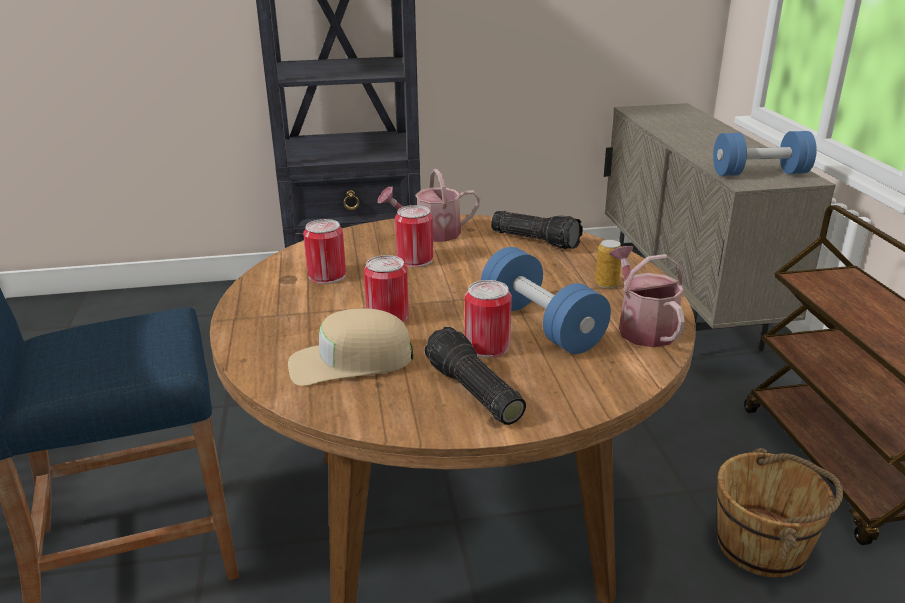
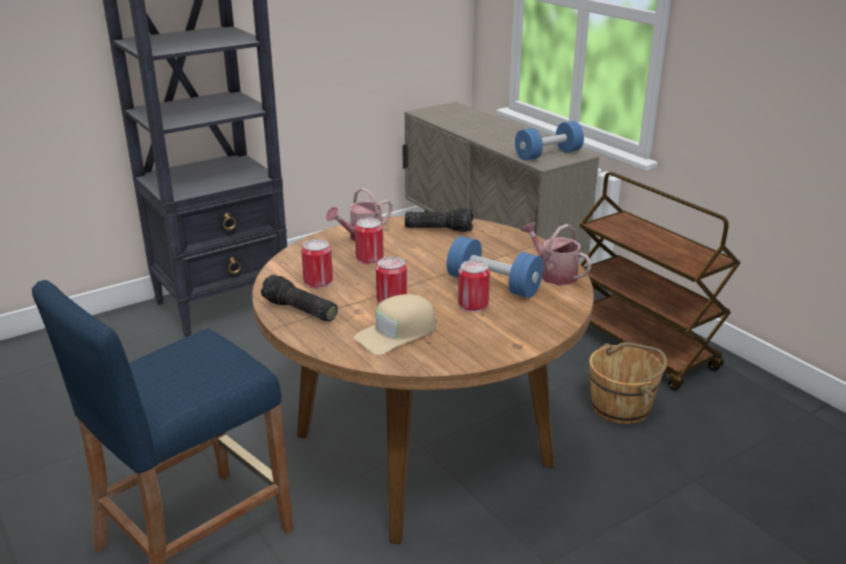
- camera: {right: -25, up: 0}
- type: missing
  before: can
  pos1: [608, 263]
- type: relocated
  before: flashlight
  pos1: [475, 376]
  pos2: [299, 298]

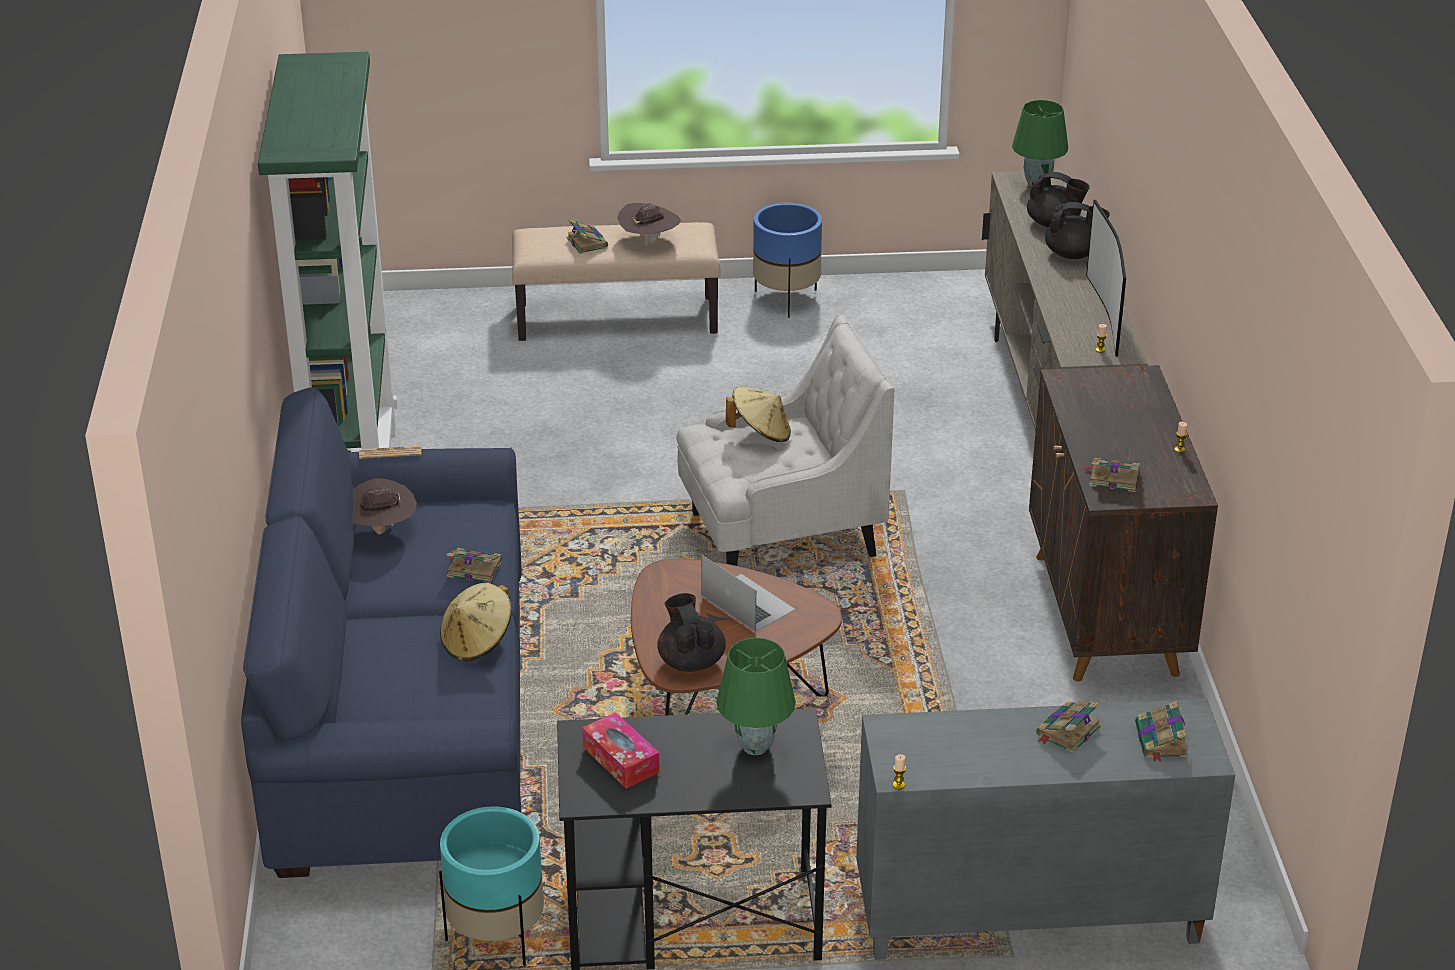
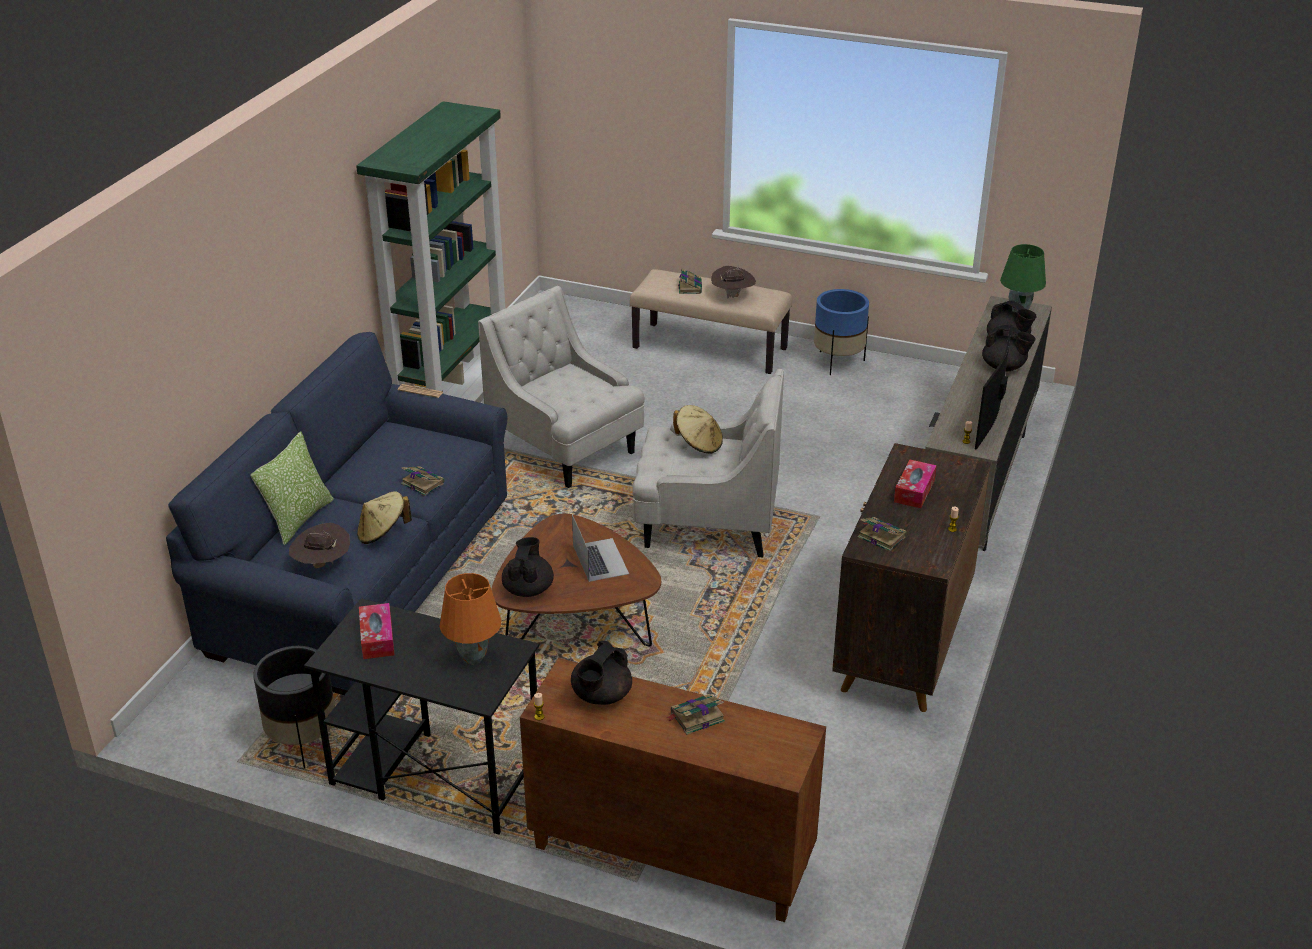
- camera: {right: 25, up: 0}
- type: missing
  before: book
  pos1: [1161, 731]
- type: appeared
  after: pillow
  pos2: [292, 488]
- type: appeared
  after: armchair (white)
  pos2: [561, 387]
- type: appeared
  after: teapot (black)
  pos2: [601, 673]
- type: appeared
  after: tissue box
  pos2: [915, 484]
- type: relocated
  before: hat (brown)
  pos1: [384, 506]
  pos2: [319, 545]
- type: colour
  before: planter (turquoise)
  after: planter (black)
  pos1: [491, 886]
  pos2: [294, 707]
- type: colour
  before: table lamp (green)
  after: table lamp (orange)
  pos1: [756, 696]
  pos2: [471, 618]
- type: colour
  before: cabinet (grey)
  after: cabinet (brown)
  pos1: [1045, 829]
  pos2: [673, 790]

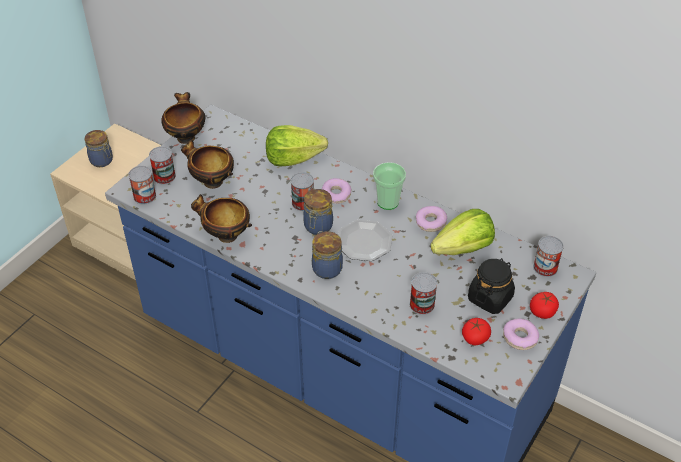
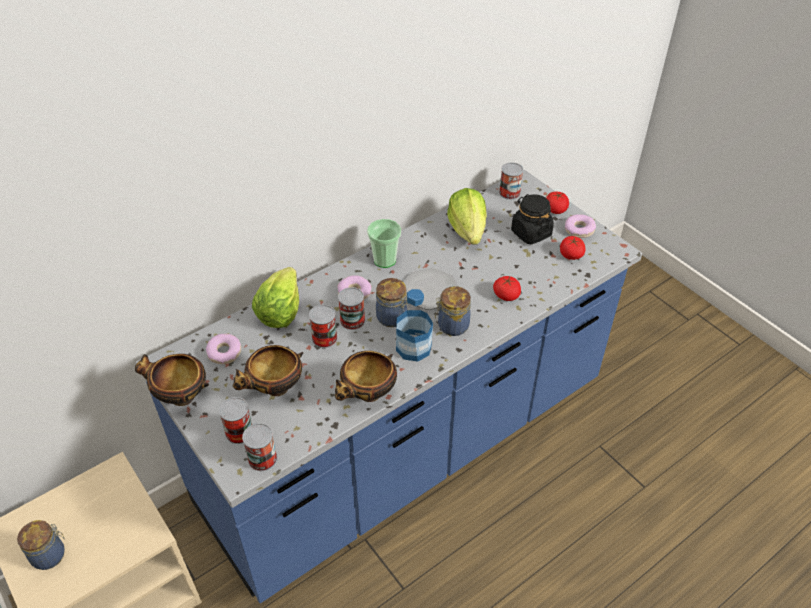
- camera: {right: -70, up: 0}
- type: appeared
  after: bottle
  pos2: [414, 325]
- type: appeared
  after: tomato
  pos2: [507, 288]
- type: relocated
  before: can
  pos1: [423, 293]
  pos2: [323, 326]
- type: relocated
  before: donut
  pos1: [431, 219]
  pos2: [223, 349]

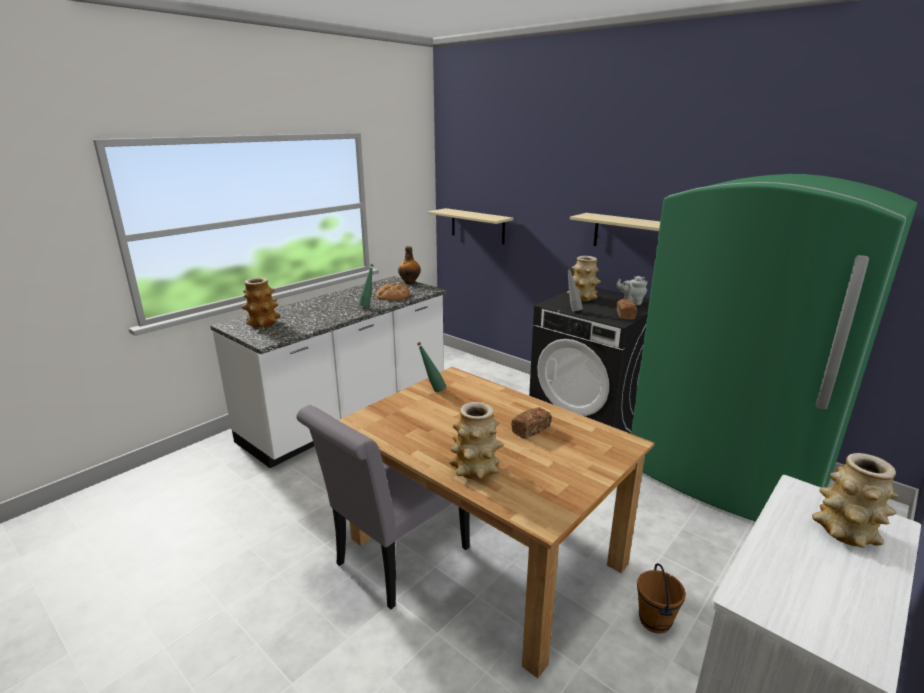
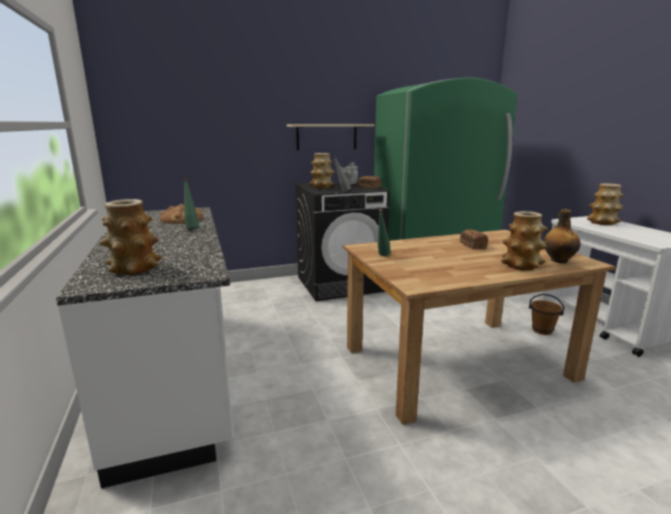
- camera: {right: -60, up: -5}
- type: missing
  before: chair (grey)
  pos1: [383, 508]
- type: missing
  before: shelf (beige)
  pos1: [471, 226]
- type: relocated
  before: bottle
  pos1: [409, 265]
  pos2: [561, 236]

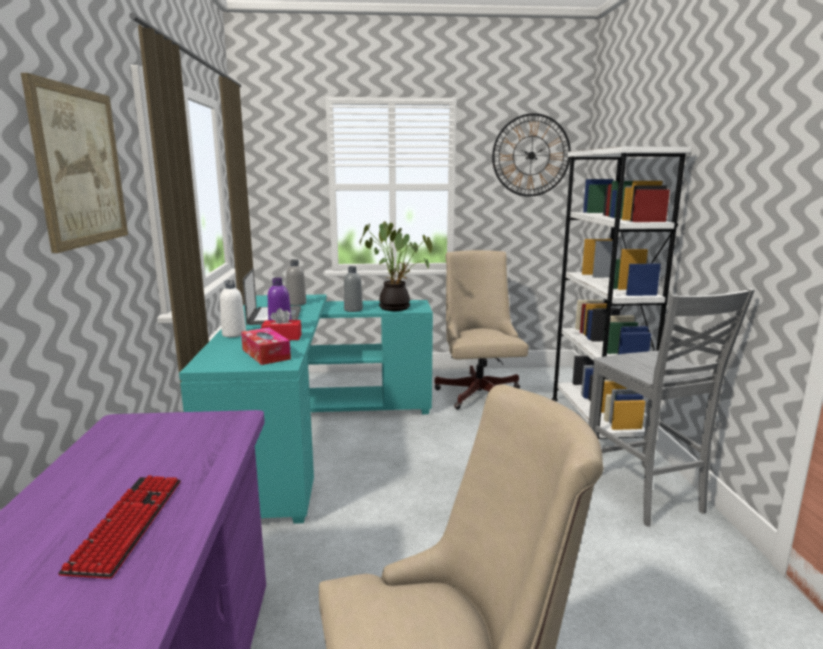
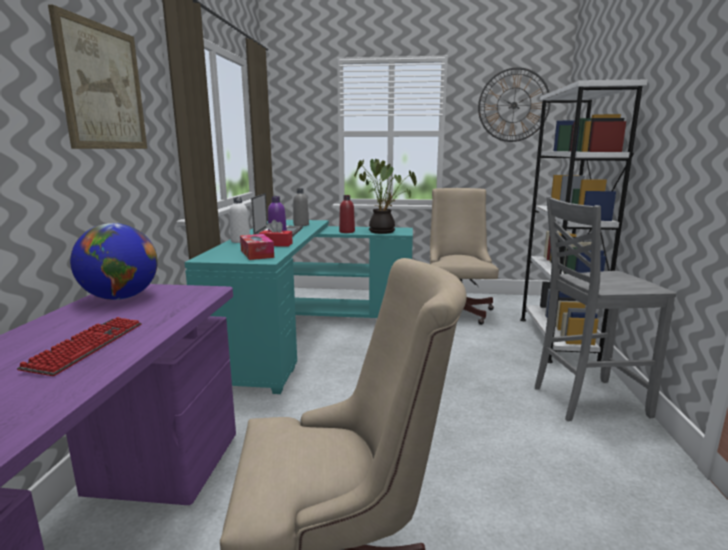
- camera: {right: 10, up: 0}
- type: appeared
  after: globe
  pos2: [114, 261]
- type: colour
  before: bottle (grey)
  after: bottle (red)
  pos1: [353, 289]
  pos2: [347, 214]
- type: spun
  before: chair (grey)
  pos1: [672, 407]
  pos2: [605, 309]
  turn: 90

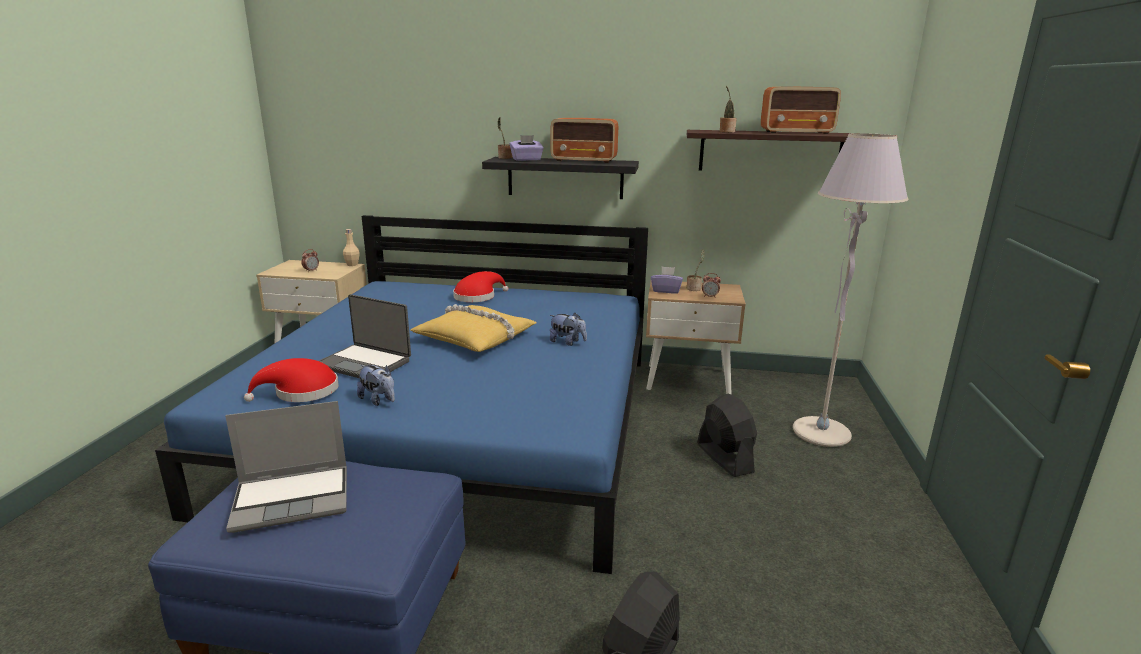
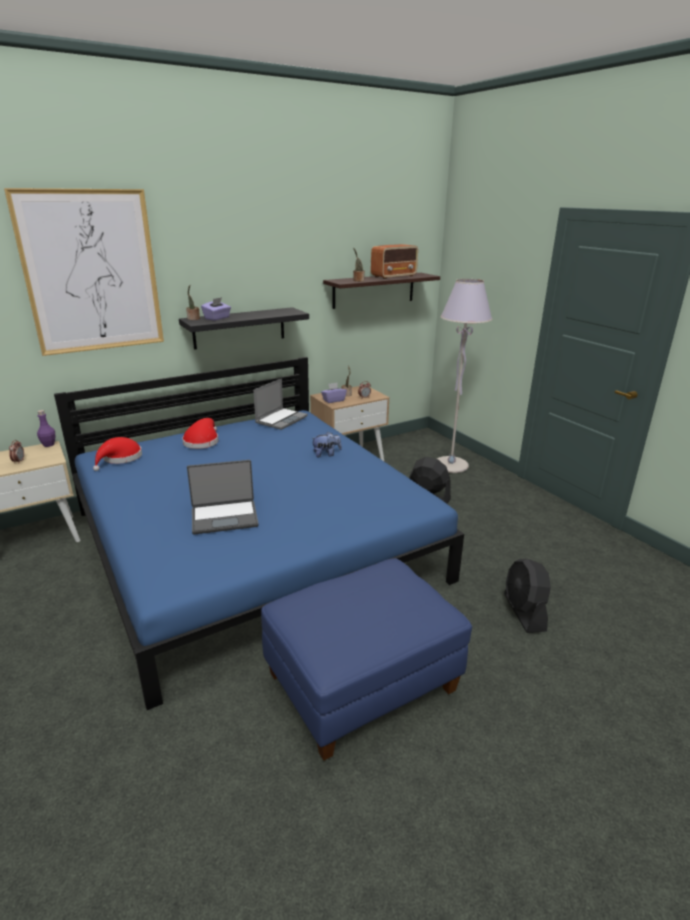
- camera: {right: -40, up: 5}
- type: missing
  before: plush toy
  pos1: [376, 385]
- type: missing
  before: pillow (yellow)
  pos1: [474, 328]
- type: missing
  before: radio
  pos1: [584, 140]
- type: appeared
  after: picture
  pos2: [84, 272]
- type: relocated
  before: laptop
  pos1: [286, 467]
  pos2: [280, 404]
- type: relocated
  before: hat (red)
  pos1: [291, 380]
  pos2: [117, 454]
- type: colour
  before: bottle (beige)
  after: bottle (purple)
  pos1: [351, 247]
  pos2: [46, 428]

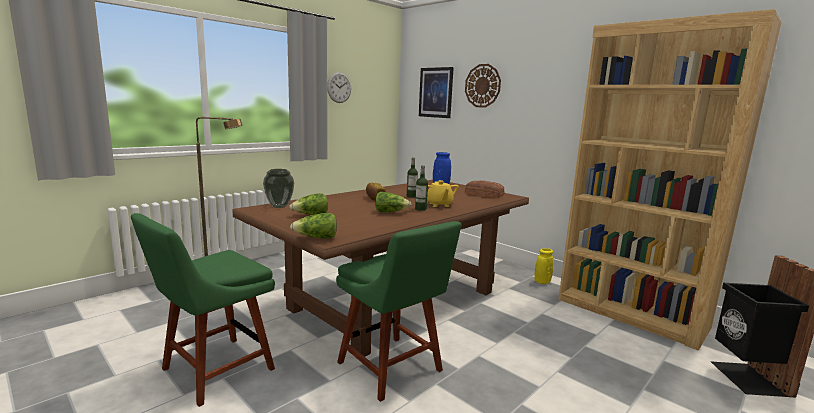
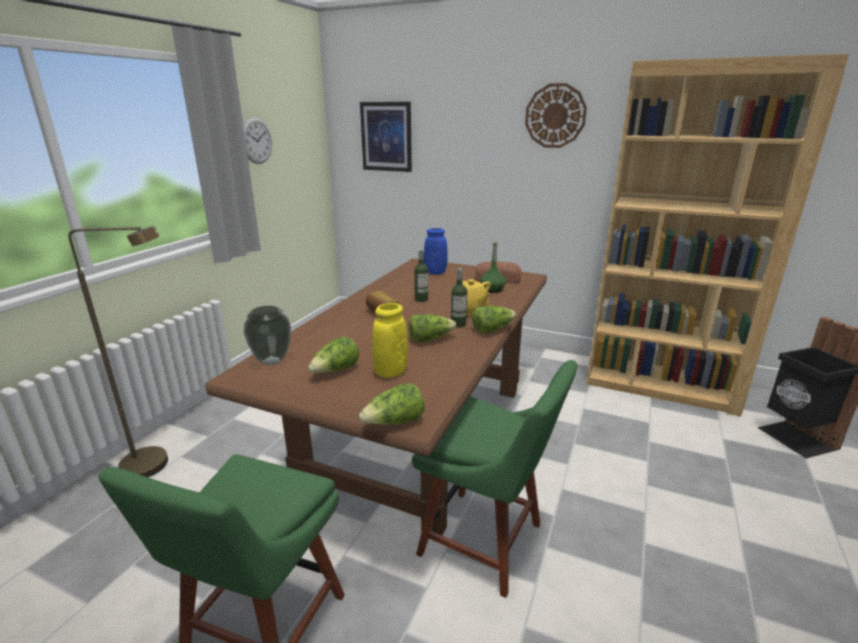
- camera: {right: -20, up: 10}
- type: appeared
  after: lettuce
  pos2: [494, 319]
- type: appeared
  after: bottle (green)
  pos2: [493, 267]
- type: relocated
  before: wall clock
  pos1: [483, 86]
  pos2: [556, 115]
- type: relocated
  before: vase (yellow)
  pos1: [544, 266]
  pos2: [390, 340]

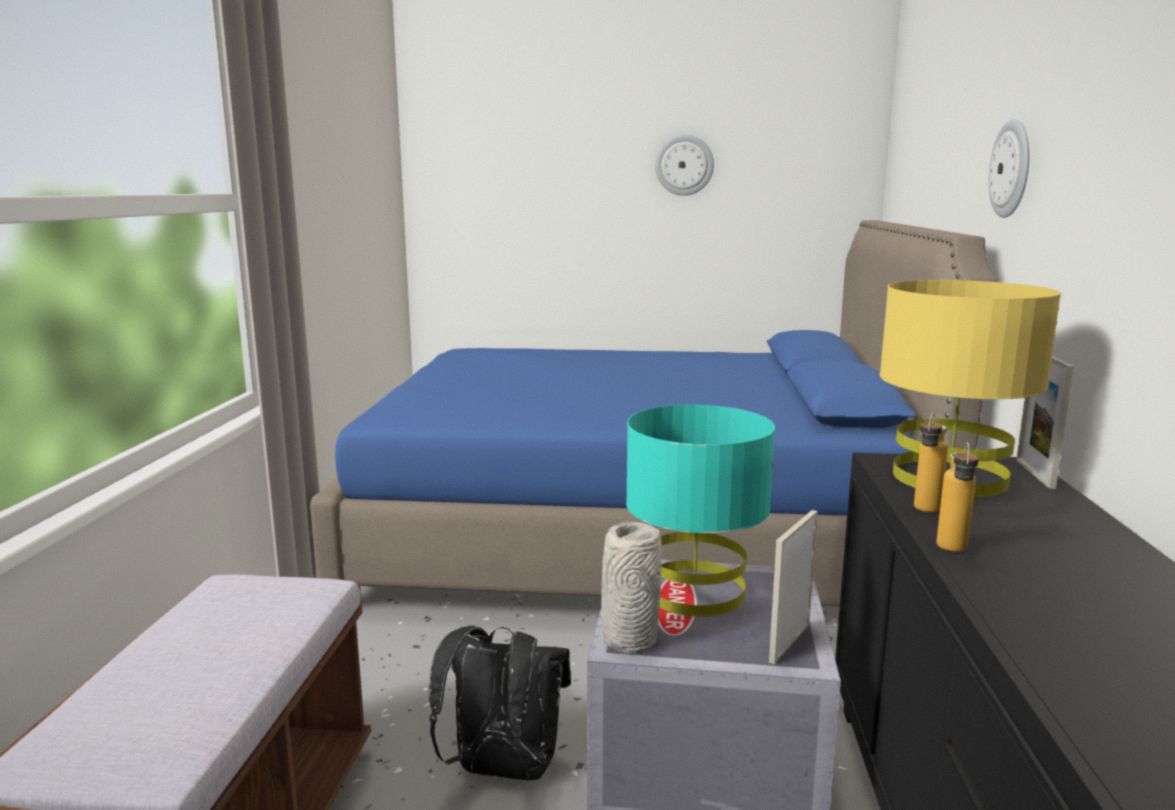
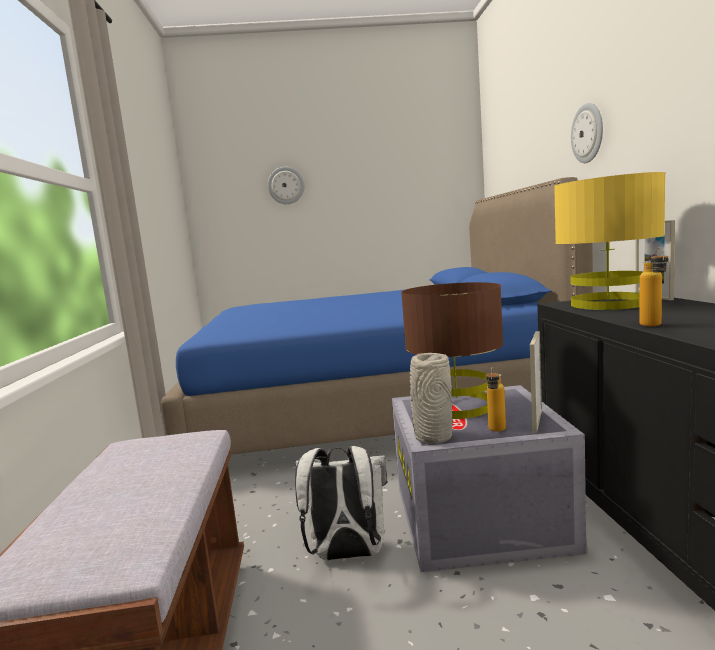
- camera: {right: -10, up: -5}
- type: relocated
  before: wall clock
  pos1: [684, 165]
  pos2: [286, 185]
- type: relocated
  before: bottle
  pos1: [931, 463]
  pos2: [496, 399]
- type: colour
  before: backpack (black)
  after: backpack (white)
  pos1: [500, 703]
  pos2: [341, 503]
- type: colour
  before: table lamp (turquoise)
  after: table lamp (brown)
  pos1: [700, 511]
  pos2: [452, 350]

